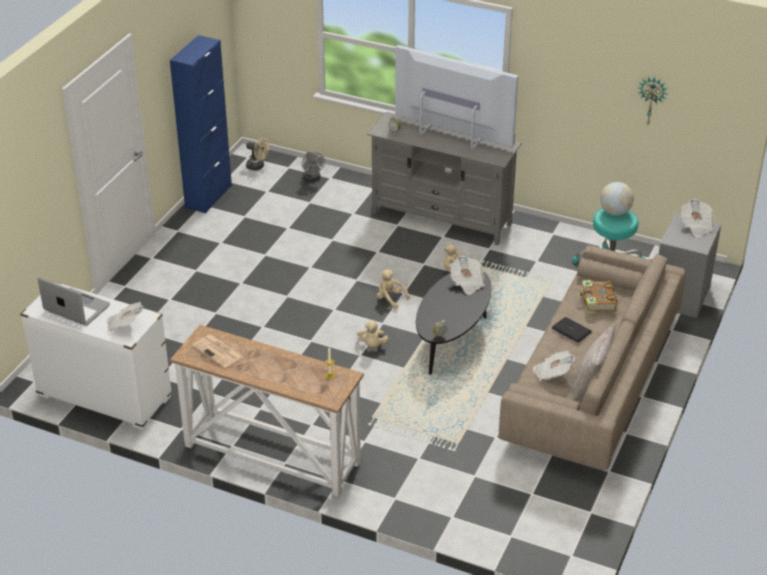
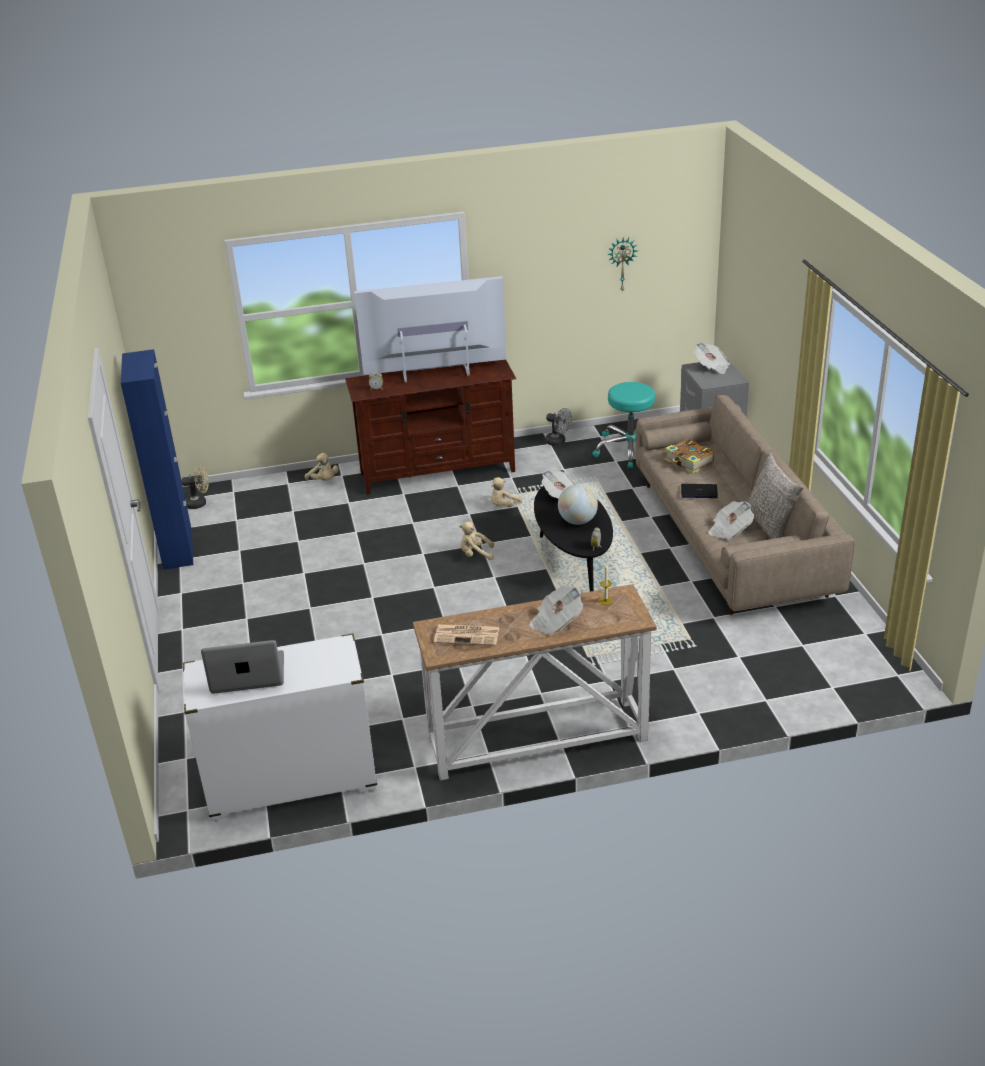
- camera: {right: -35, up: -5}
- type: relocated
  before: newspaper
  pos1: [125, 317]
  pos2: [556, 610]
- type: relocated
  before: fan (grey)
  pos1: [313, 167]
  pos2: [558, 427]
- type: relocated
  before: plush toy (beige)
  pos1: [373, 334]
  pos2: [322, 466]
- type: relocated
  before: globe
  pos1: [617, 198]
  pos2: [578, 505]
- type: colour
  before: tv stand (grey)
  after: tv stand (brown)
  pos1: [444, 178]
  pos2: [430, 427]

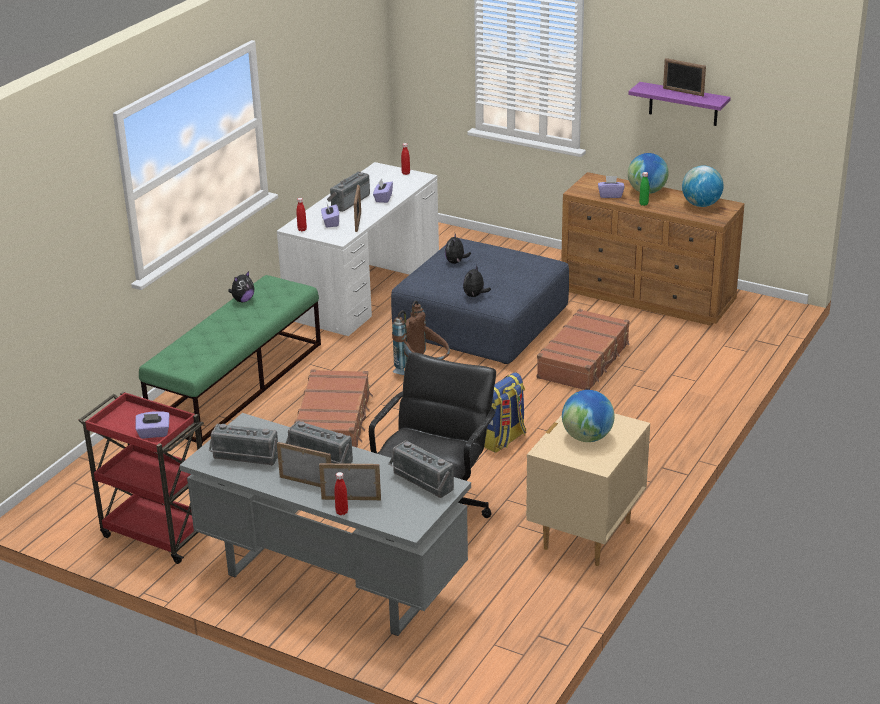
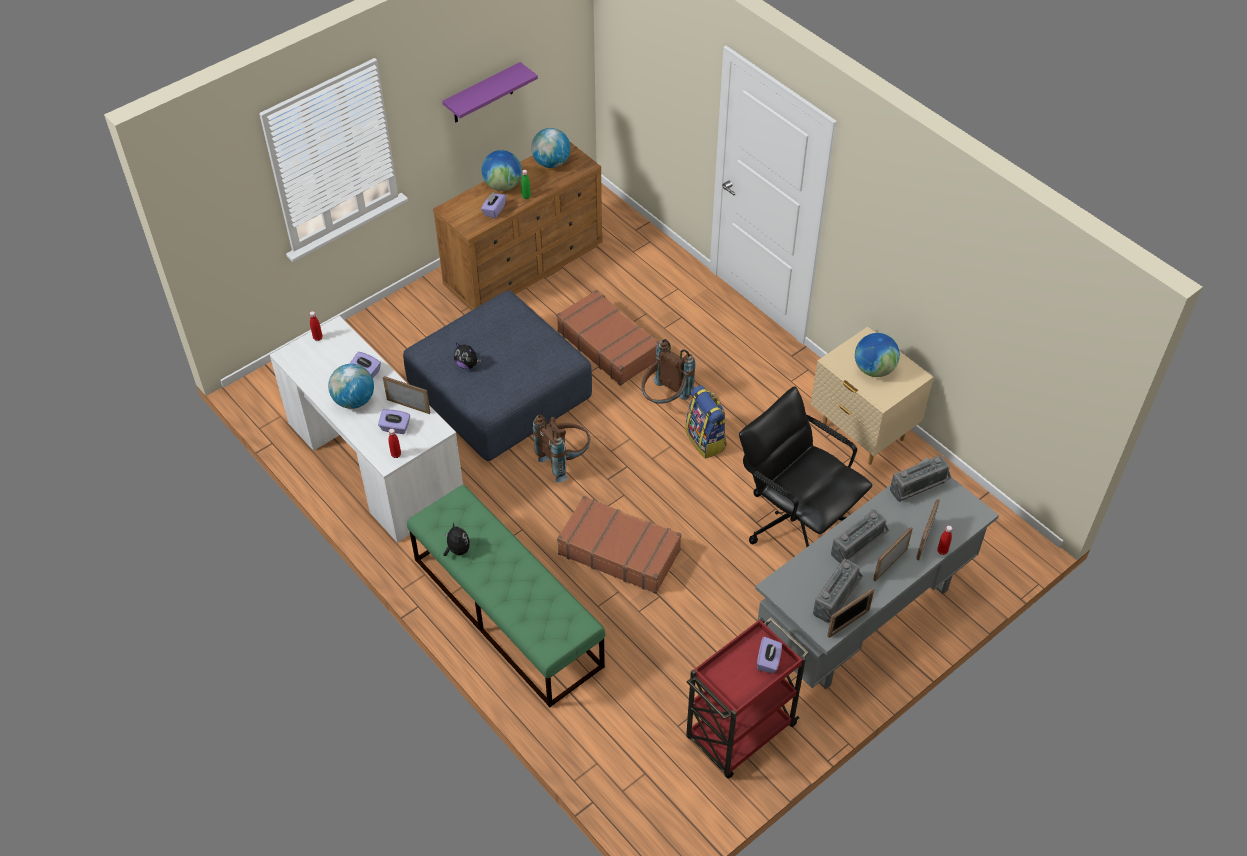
- camera: {right: -70, up: 20}
- type: missing
  before: plush toy
  pos1: [477, 281]
- type: appeared
  after: backpack (brown)
  pos2: [668, 371]
- type: relocated
  before: picture frame
  pos1: [684, 77]
  pos2: [850, 612]
- type: exchanged
  before: radio
  after: globe
  pos1: [348, 192]
  pos2: [351, 386]

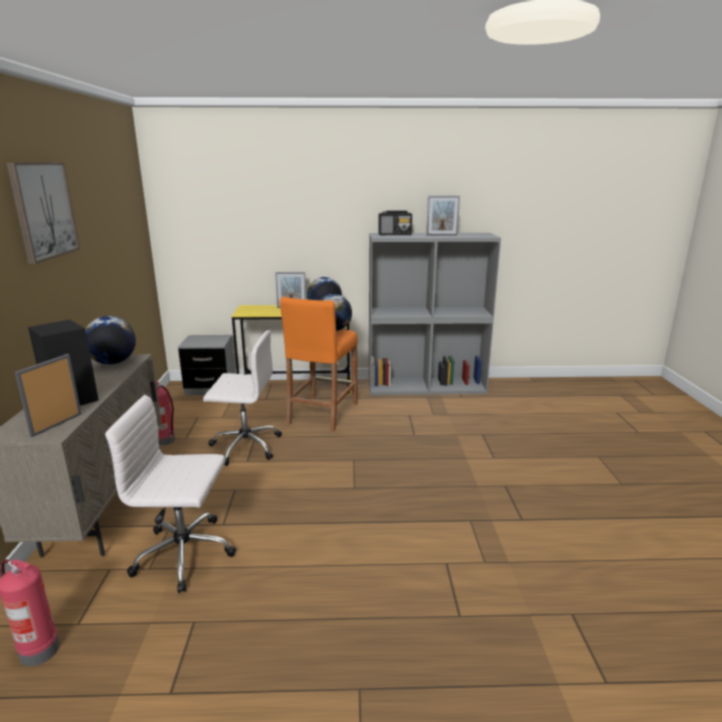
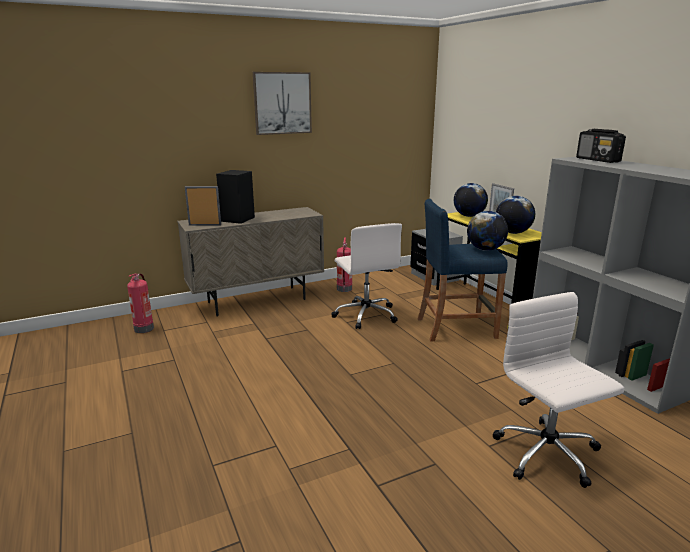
- camera: {right: 65, up: 0}
- type: missing
  before: picture frame
  pos1: [443, 215]
- type: relocated
  before: globe
  pos1: [110, 340]
  pos2: [471, 200]
- type: relocated
  before: office chair (white)
  pos1: [170, 494]
  pos2: [558, 390]
- type: colour
  before: stool (orange)
  after: stool (blue)
  pos1: [319, 364]
  pos2: [463, 270]

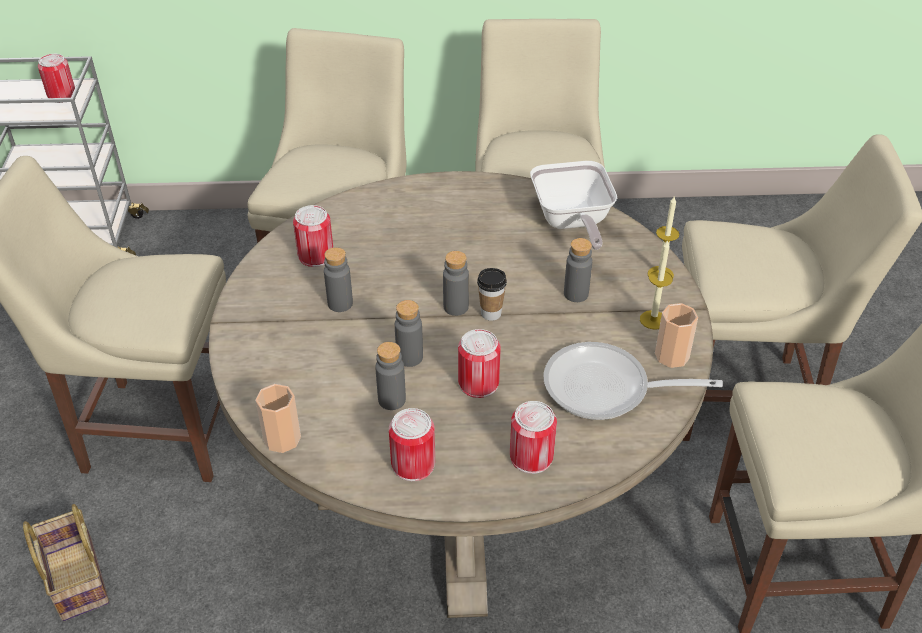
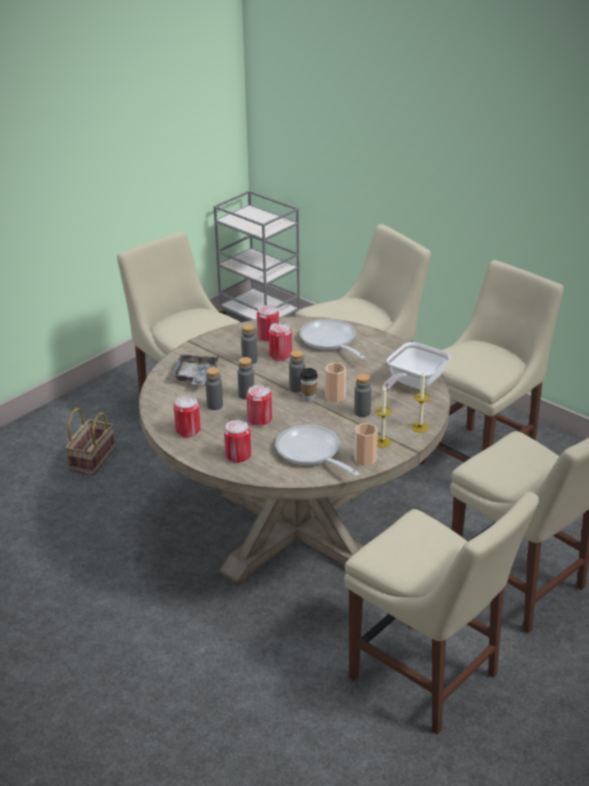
- camera: {right: 45, up: -10}
- type: appeared
  after: tray (grey)
  pos2: [195, 369]
- type: appeared
  after: frying pan
  pos2: [332, 339]
- type: relocated
  before: can
  pos1: [56, 78]
  pos2: [280, 341]
- type: relocated
  before: cup
  pos1: [278, 418]
  pos2: [335, 382]

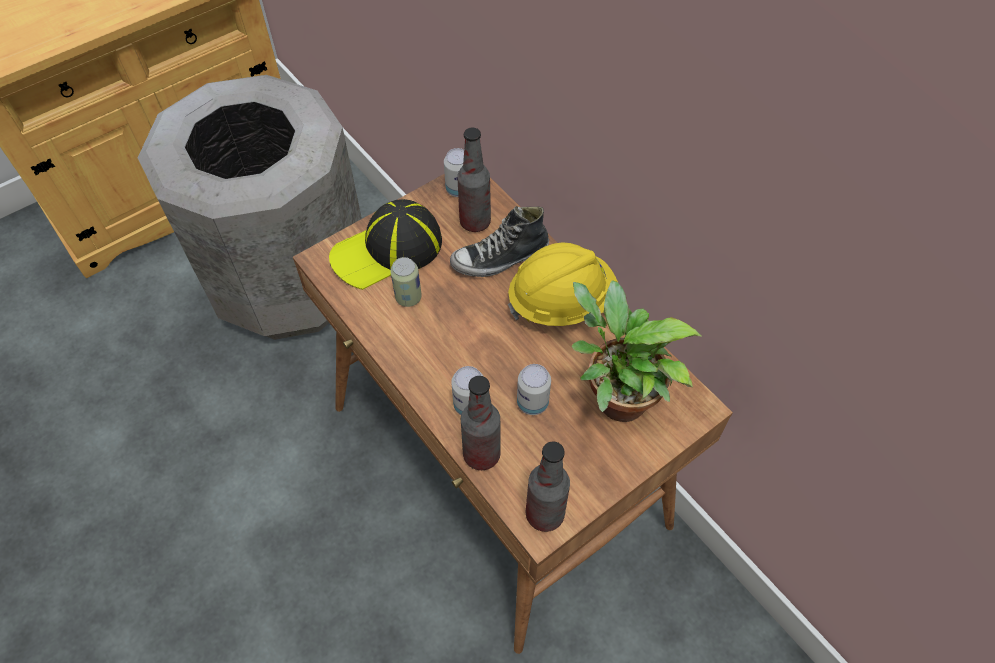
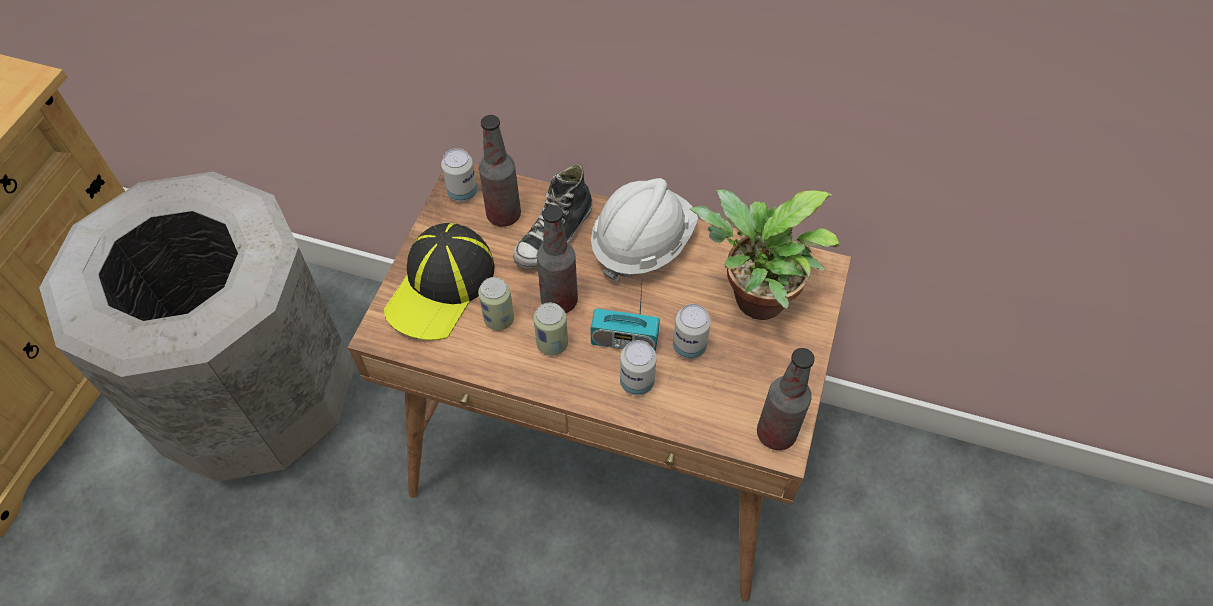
- camera: {right: -35, up: 0}
- type: appeared
  after: can
  pos2: [550, 329]
- type: appeared
  after: radio
  pos2: [625, 318]
- type: relocated
  before: bottle
  pos1: [481, 423]
  pos2: [557, 259]
- type: colour
  before: hard hat (yellow)
  after: hard hat (white)
  pos1: [563, 284]
  pos2: [644, 230]

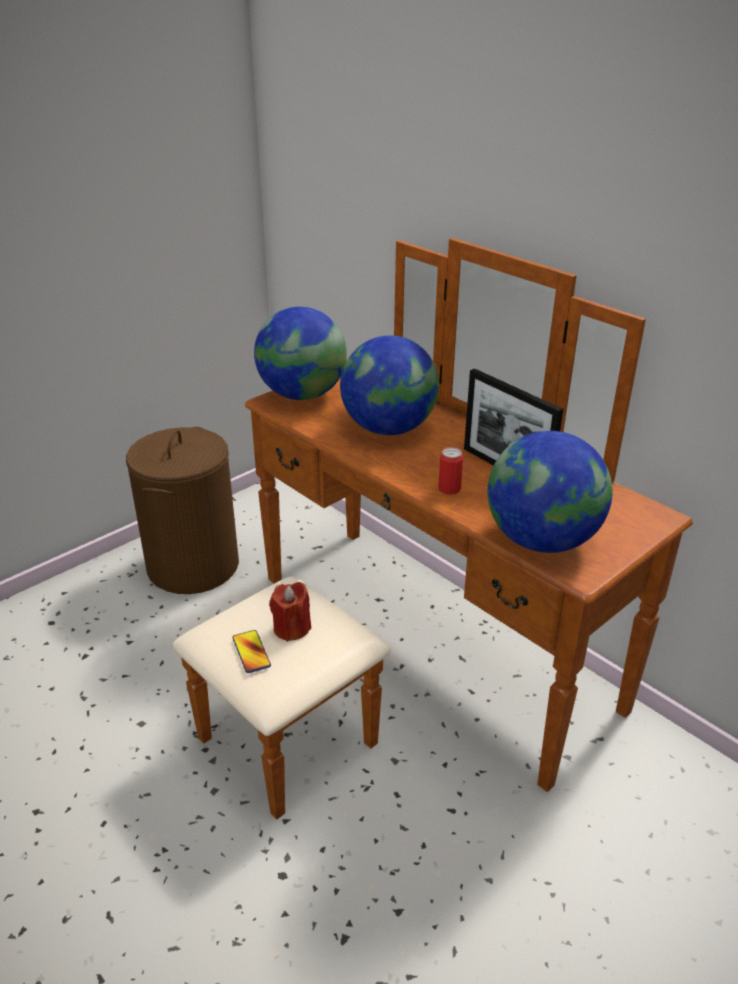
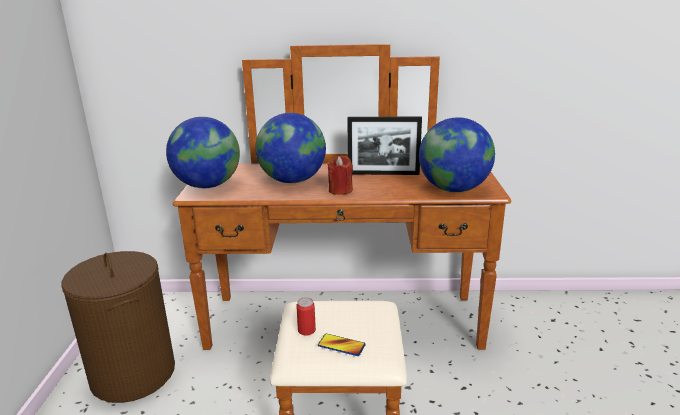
- camera: {right: -45, up: -10}
- type: relocated
  before: candle (red)
  pos1: [290, 612]
  pos2: [340, 175]
- type: relocated
  before: can
  pos1: [450, 471]
  pos2: [306, 316]

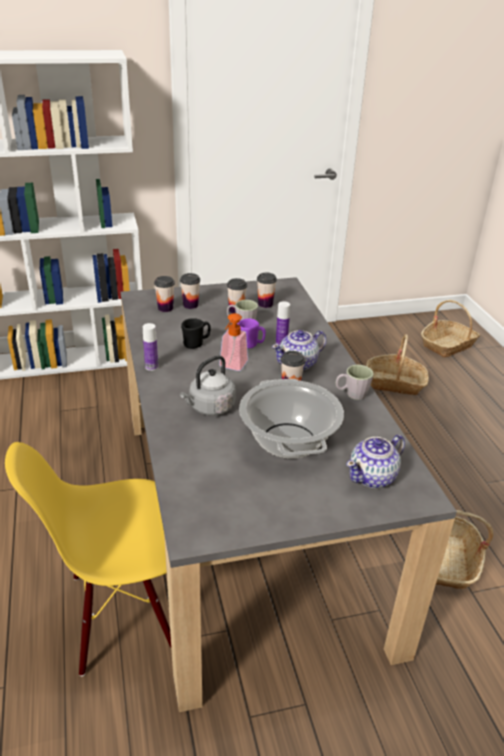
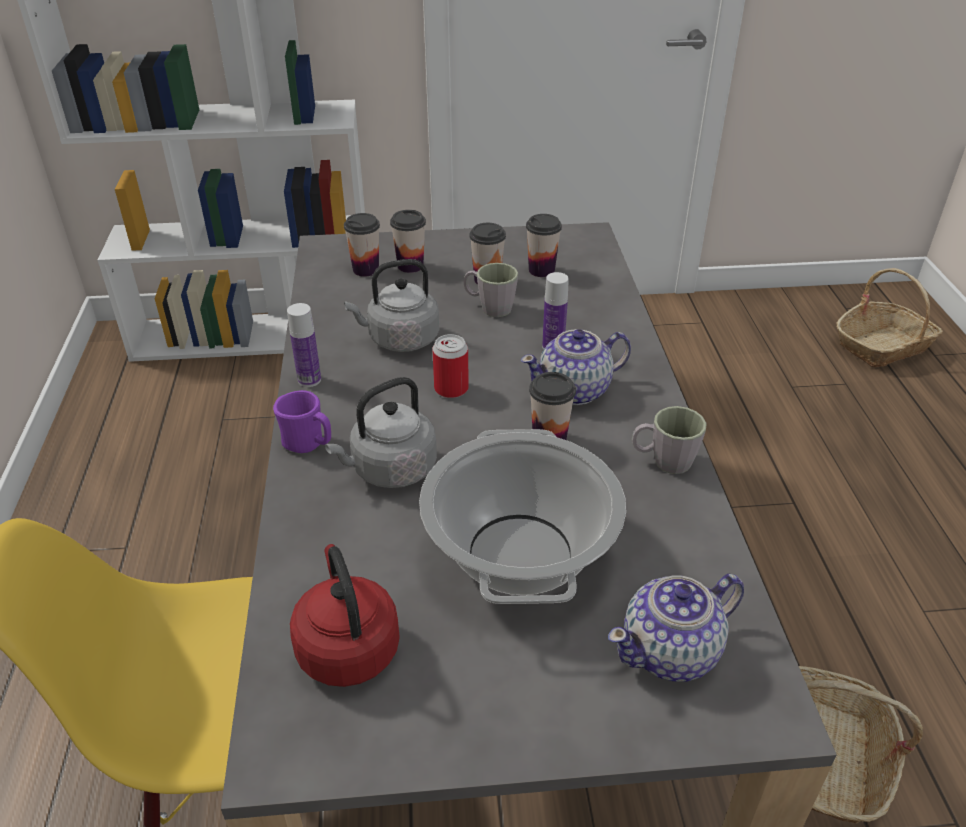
- camera: {right: 10, up: 5}
- type: missing
  before: basket
  pos1: [397, 364]
- type: appeared
  after: kettle (red)
  pos2: [345, 615]
- type: relocated
  before: mug (purple)
  pos1: [251, 333]
  pos2: [302, 421]
- type: exchanged
  before: mug (black)
  after: kettle (grey)
  pos1: [196, 333]
  pos2: [392, 305]
- type: exchanged
  before: soap dispenser
  after: can
  pos1: [233, 342]
  pos2: [450, 366]

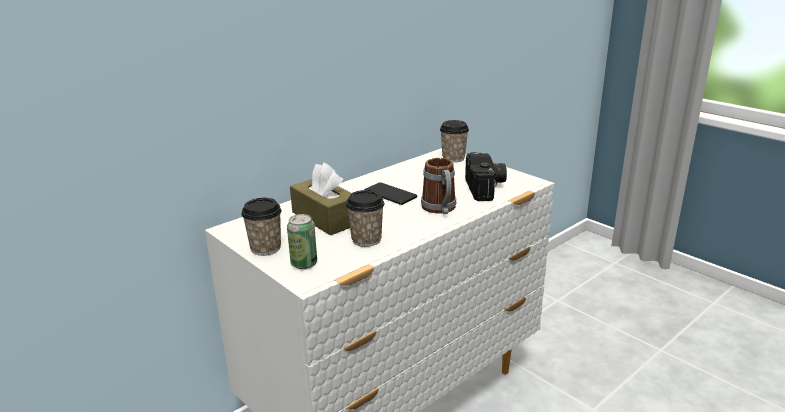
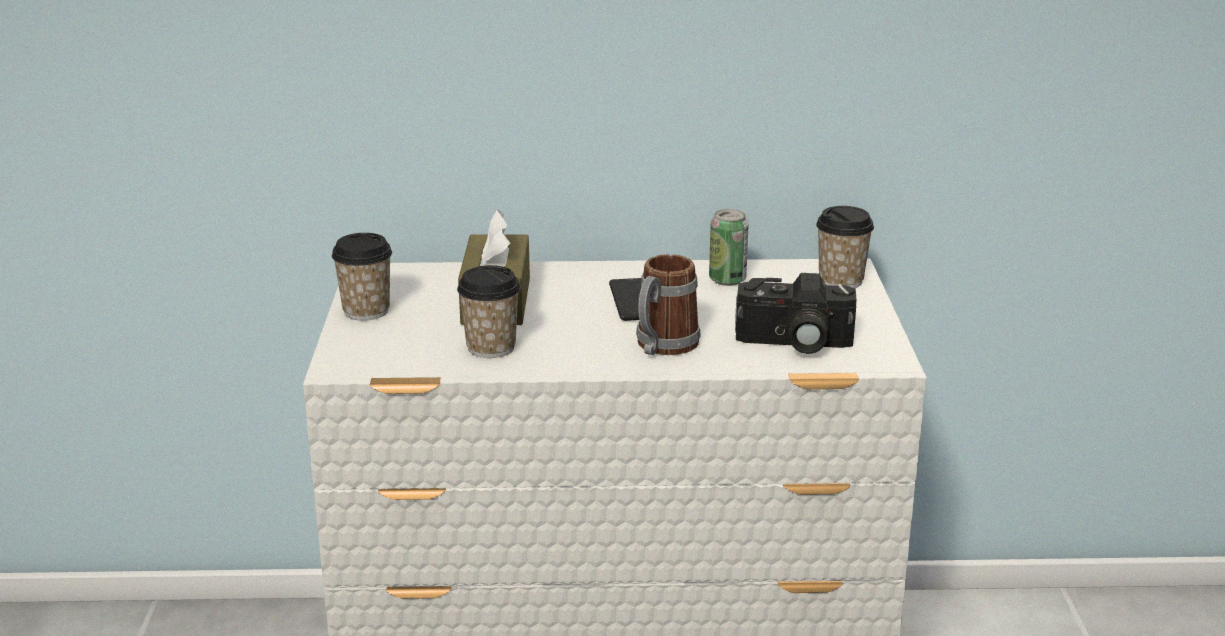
- camera: {right: 40, up: 0}
- type: relocated
  before: can
  pos1: [302, 241]
  pos2: [729, 247]
- type: spun
  before: photo camera
  pos1: [486, 176]
  pos2: [796, 313]
  turn: 60

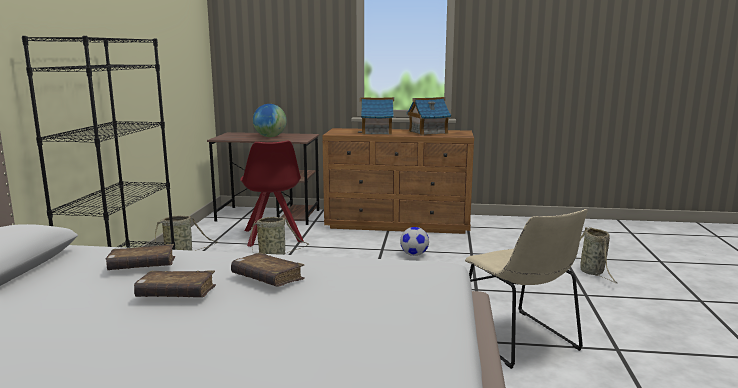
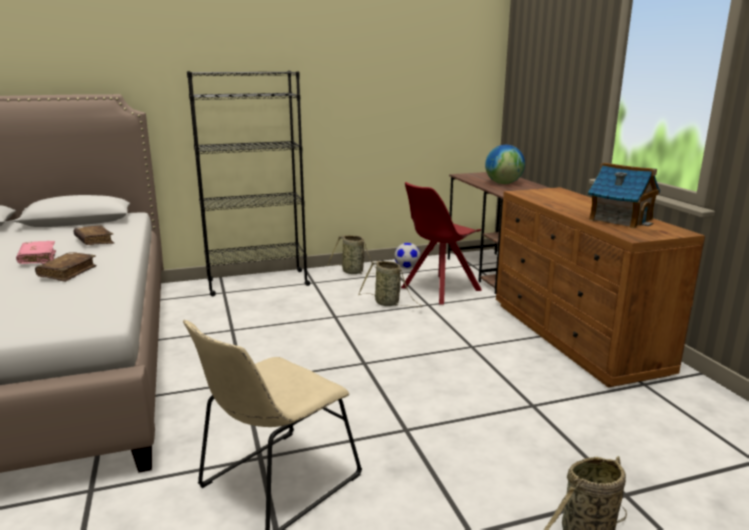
- camera: {right: 65, up: 5}
- type: missing
  before: toy house
  pos1: [376, 116]
- type: relocated
  before: football
  pos1: [414, 241]
  pos2: [407, 256]
- type: colour
  before: book (brown)
  after: book (pink)
  pos1: [175, 284]
  pos2: [36, 252]

